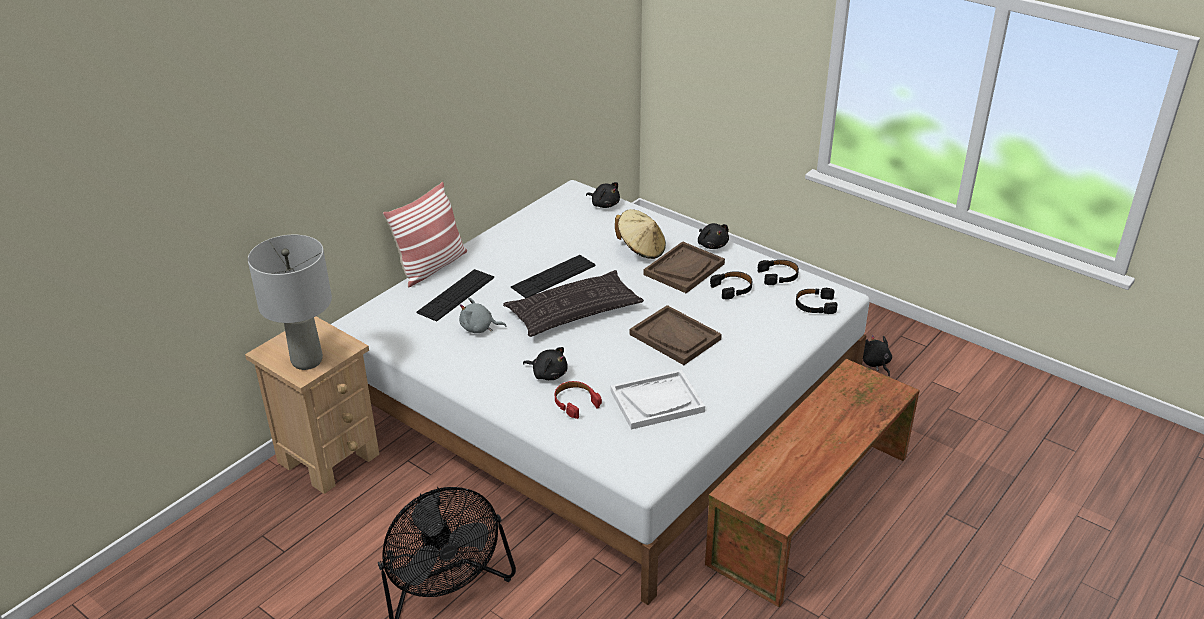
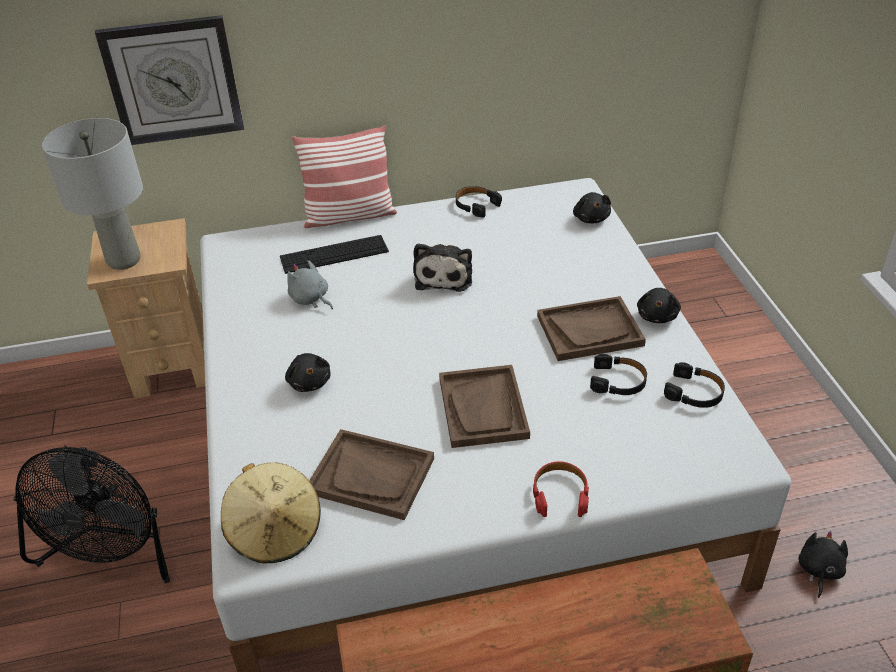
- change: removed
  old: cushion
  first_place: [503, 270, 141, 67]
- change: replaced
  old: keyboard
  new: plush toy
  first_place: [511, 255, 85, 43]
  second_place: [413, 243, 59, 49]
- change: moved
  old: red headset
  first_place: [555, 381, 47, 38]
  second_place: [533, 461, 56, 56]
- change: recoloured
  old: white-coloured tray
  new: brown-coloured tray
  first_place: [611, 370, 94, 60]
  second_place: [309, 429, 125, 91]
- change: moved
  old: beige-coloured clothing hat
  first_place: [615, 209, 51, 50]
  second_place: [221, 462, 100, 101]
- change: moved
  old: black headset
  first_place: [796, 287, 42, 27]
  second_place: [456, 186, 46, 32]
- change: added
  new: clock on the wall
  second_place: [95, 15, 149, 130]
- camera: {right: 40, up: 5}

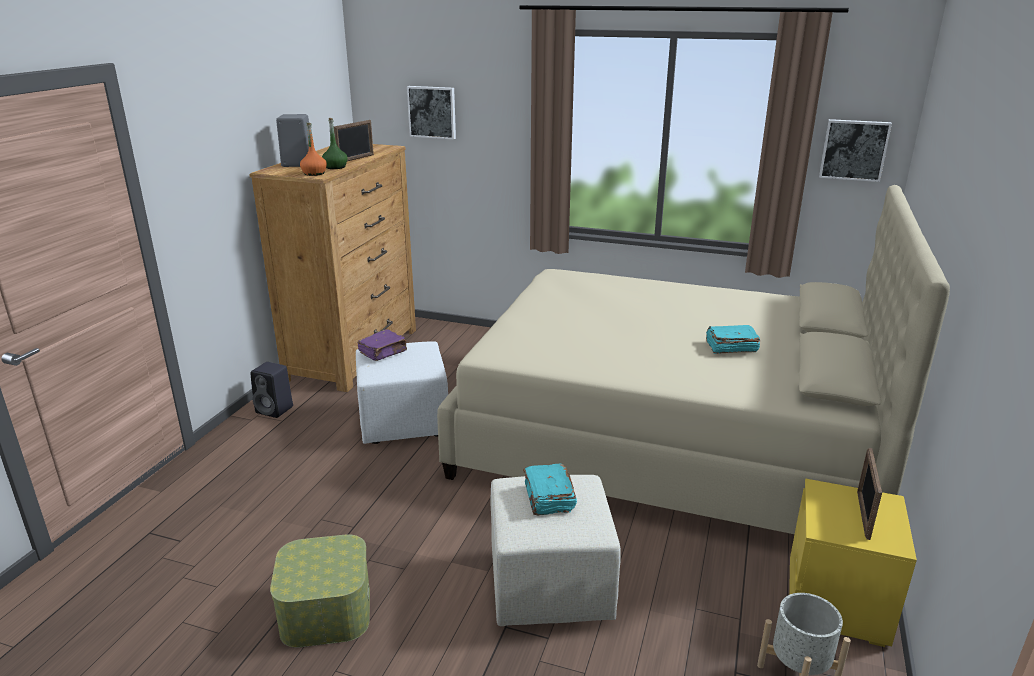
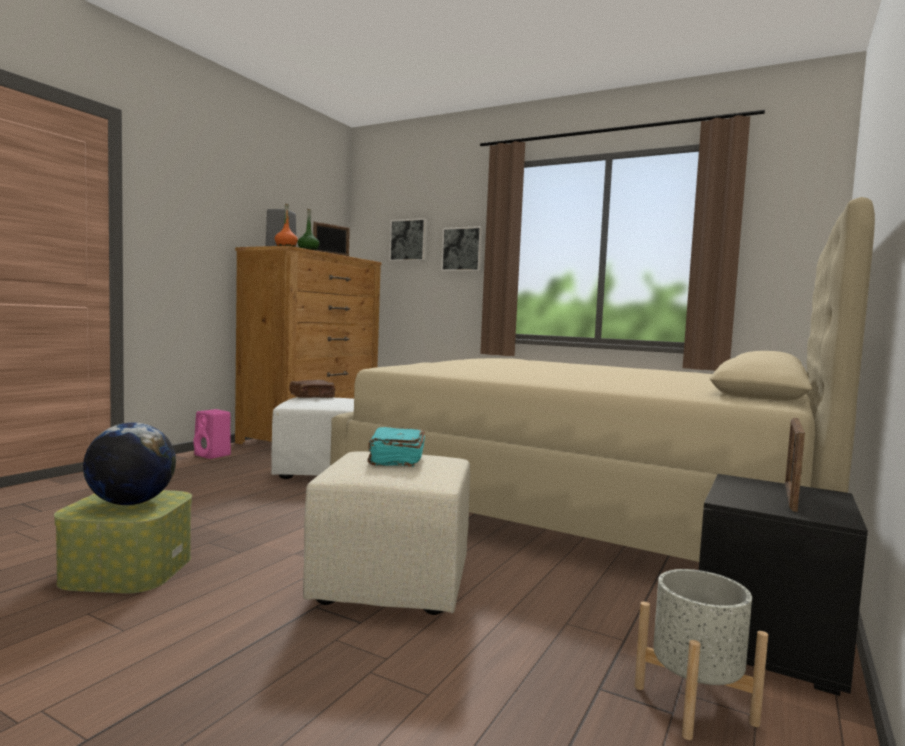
- change: recoloured
  old: black loudspeaker
  new: pinkish loudspeaker
  first_place: [250, 362, 43, 56]
  second_place: [193, 409, 38, 50]
- change: recoloured
  old: purple-coloured bound book
  new: brown-coloured bound book
  first_place: [358, 329, 49, 32]
  second_place: [289, 380, 47, 18]
- change: removed
  old: turquoise-coloured bound book
  first_place: [706, 325, 55, 29]
- change: recoloured
  old: yellow nightstand
  new: black nightstand
  first_place: [789, 479, 128, 168]
  second_place: [699, 474, 169, 222]
- change: moved
  old: picture
  first_place: [819, 119, 73, 63]
  second_place: [441, 226, 42, 45]
- change: added
  new: globe
  second_place: [83, 422, 93, 83]
- camera: {right: 10, up: -20}

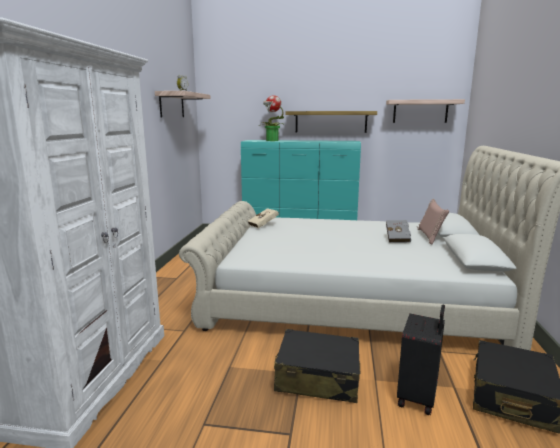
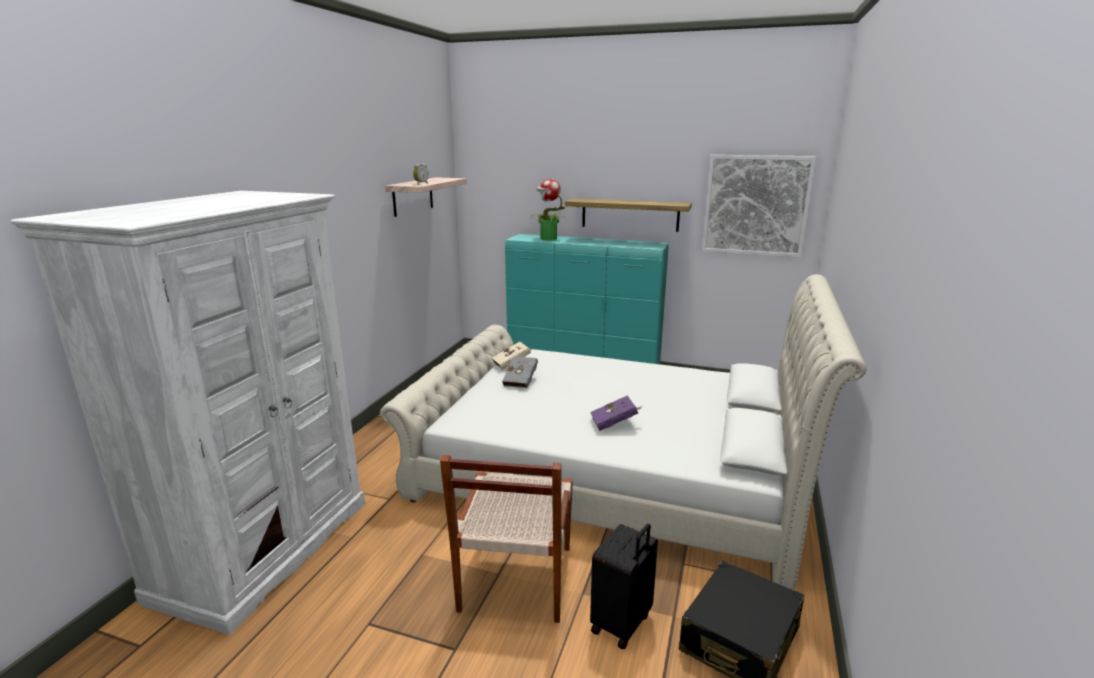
- change: replaced
  old: black piece of luggage
  new: upright chair
  first_place: [274, 329, 86, 74]
  second_place: [440, 455, 133, 168]
- change: replaced
  old: bracket shelf
  new: picture
  first_place: [386, 99, 79, 24]
  second_place: [702, 155, 114, 103]
- change: moved
  old: grey bound book
  first_place: [386, 220, 25, 23]
  second_place: [502, 356, 36, 32]
- change: removed
  old: beige-coloured cushion
  first_place: [417, 199, 32, 46]
- change: added
  new: purple-coloured bound book
  second_place: [590, 395, 53, 36]
- camera: {right: 10, up: 5}

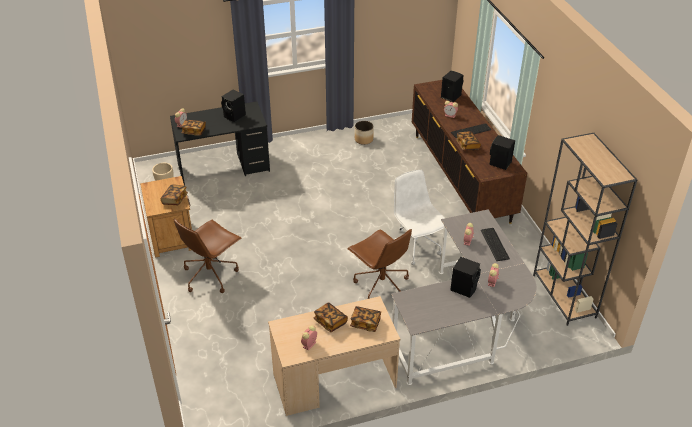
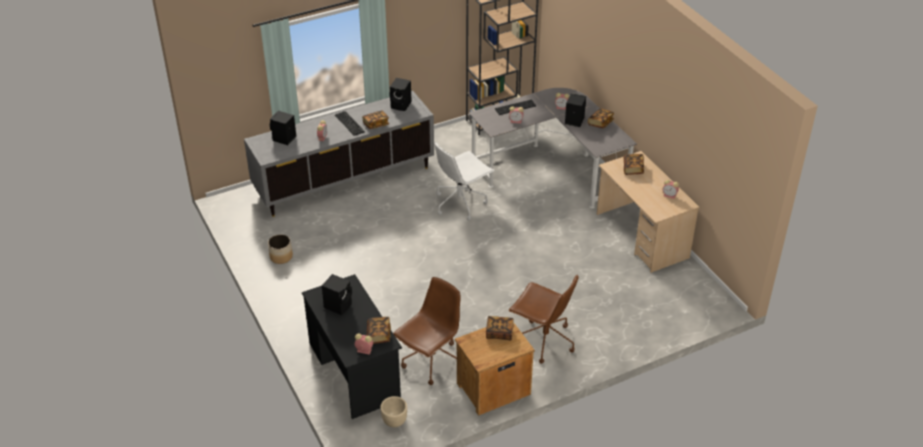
- change: moved
  old: bound book
  first_place: [313, 303, 35, 29]
  second_place: [588, 108, 26, 20]
- change: moved
  old: brown-coloured office chair
  first_place: [347, 229, 65, 70]
  second_place: [393, 277, 67, 108]
- change: recoloured
  old: brown-coloured cabinet
  new: grey cabinet
  first_place: [412, 80, 115, 144]
  second_place: [244, 91, 190, 126]
- camera: {right: -100, up: 0}

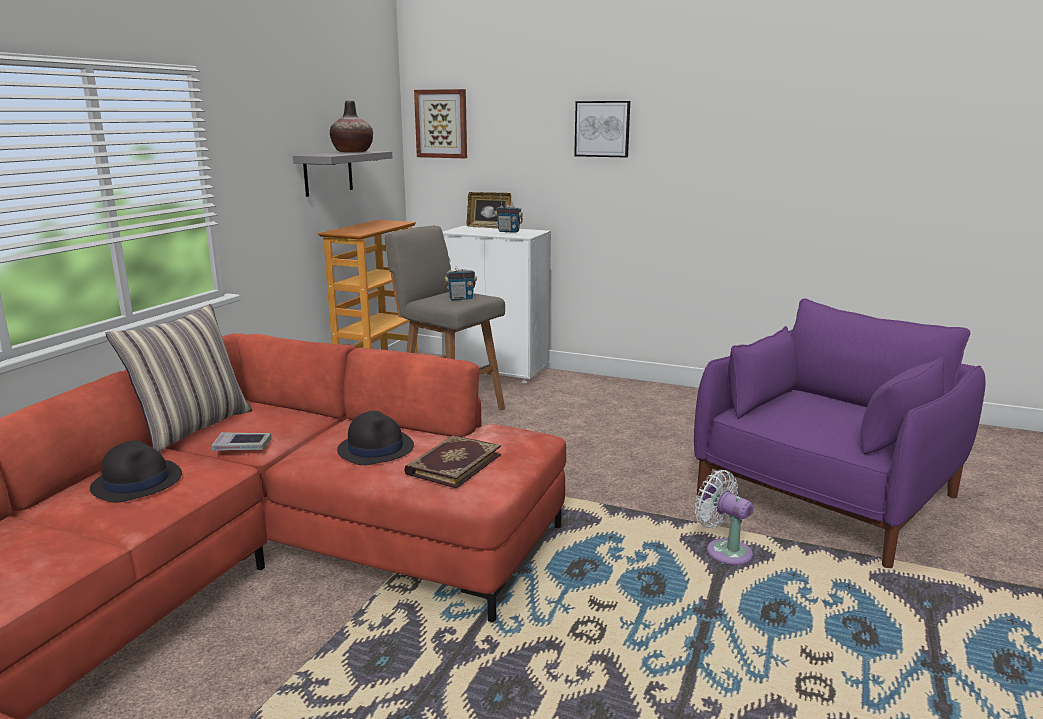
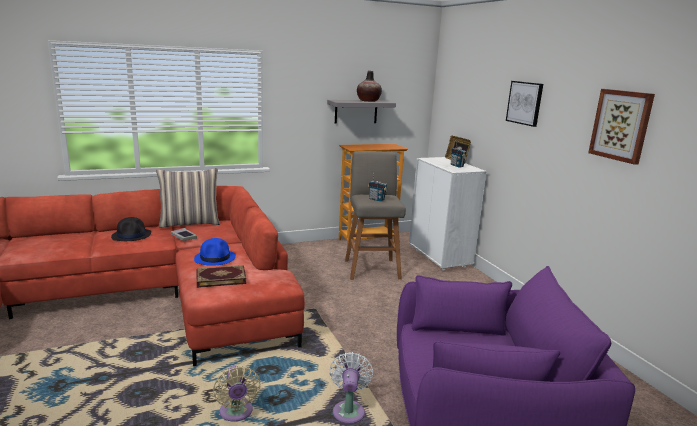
- change: recoloured
  old: black clothing hat
  new: blue-coloured clothing hat
  first_place: [337, 411, 77, 54]
  second_place: [194, 238, 42, 28]
- change: moved
  old: picture
  first_place: [414, 89, 53, 69]
  second_place: [588, 89, 67, 76]
- change: added
  new: beige-coloured electric fan
  second_place: [213, 366, 48, 55]
- camera: {right: 45, up: 0}

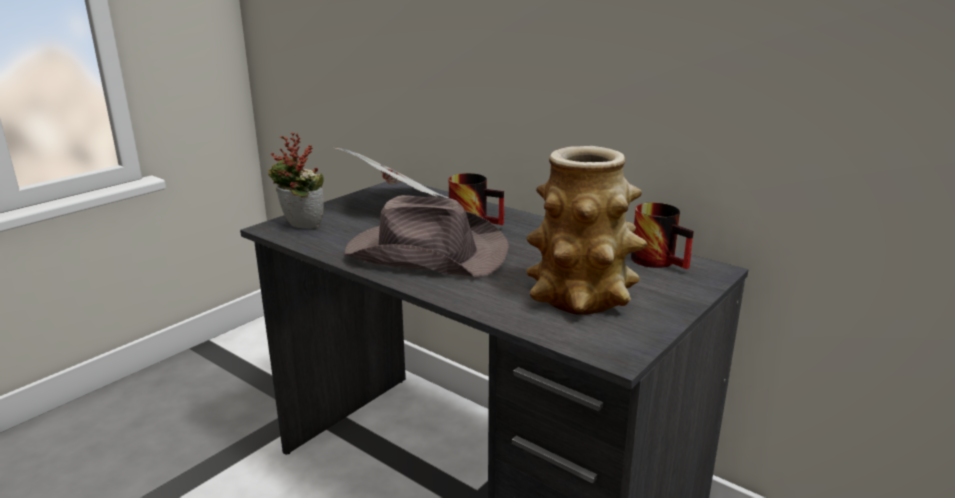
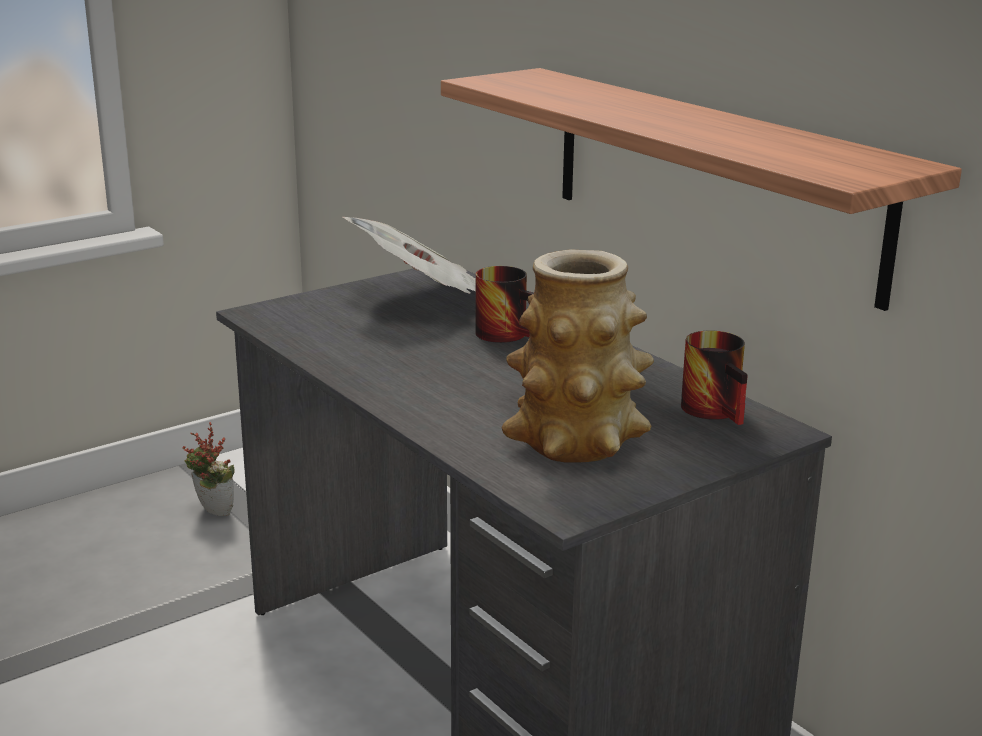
- change: moved
  old: houseplant
  first_place: [269, 133, 55, 96]
  second_place: [182, 422, 52, 94]
- change: removed
  old: brown-coloured clothing hat
  first_place: [345, 195, 164, 82]
- change: added
  new: bracket shelf
  second_place: [441, 68, 521, 243]
- camera: {right: 15, up: 0}

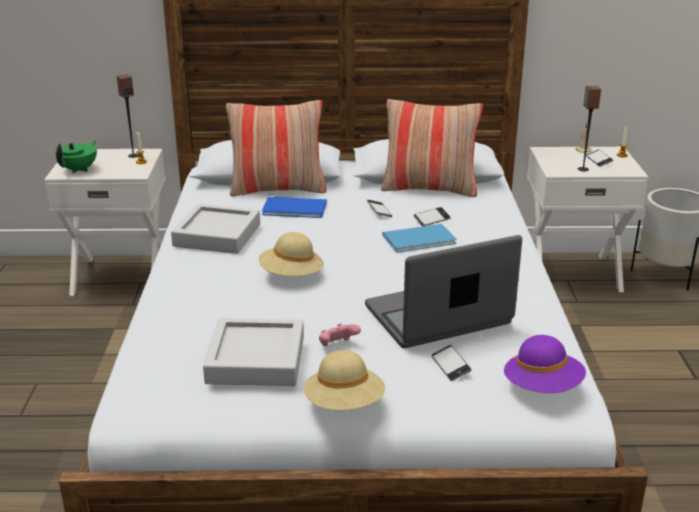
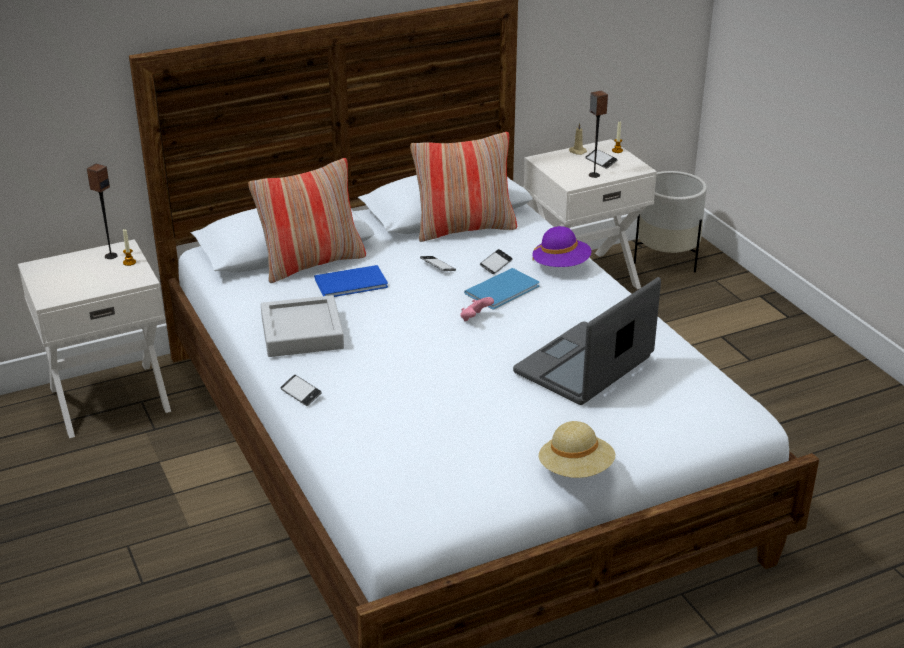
- change: removed
  old: green-coloured pot for tea
  first_place: [55, 140, 42, 33]
- change: removed
  old: grey tray
  first_place: [203, 318, 101, 68]
- change: removed
  old: beige-coloured clothing hat
  first_place: [259, 232, 64, 44]
- change: moved
  old: pinkish gamepad
  first_place: [319, 323, 42, 23]
  second_place: [460, 297, 34, 24]
- change: moved
  old: telephone
  first_place: [431, 345, 40, 36]
  second_place: [280, 375, 42, 31]
- change: moved
  old: purple-coloured clothing hat
  first_place: [504, 335, 82, 58]
  second_place: [532, 226, 60, 41]
- camera: {right: -25, up: 5}

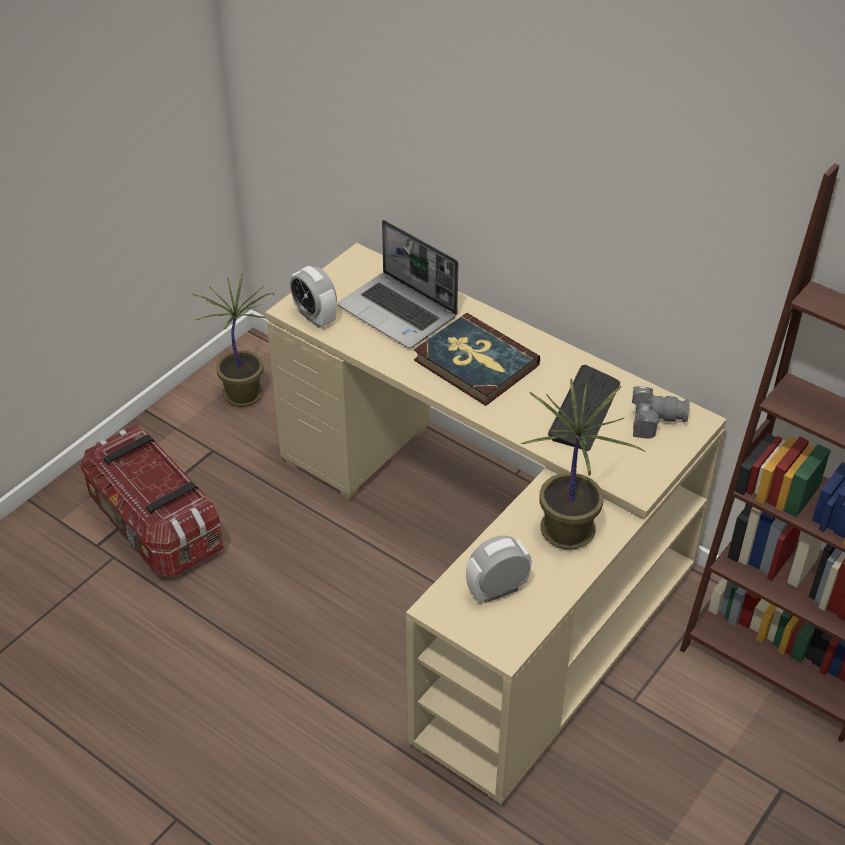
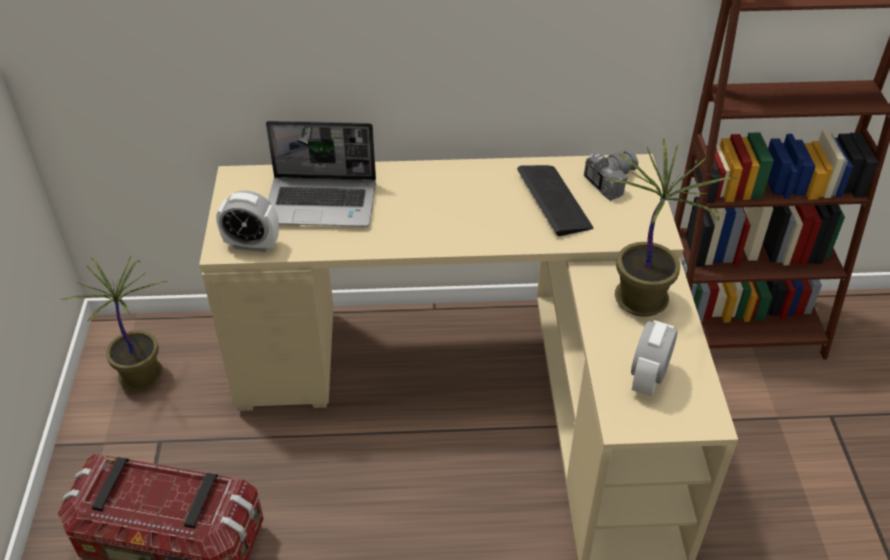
- change: removed
  old: bound book
  first_place: [414, 313, 126, 93]
- camera: {right: -40, up: 0}

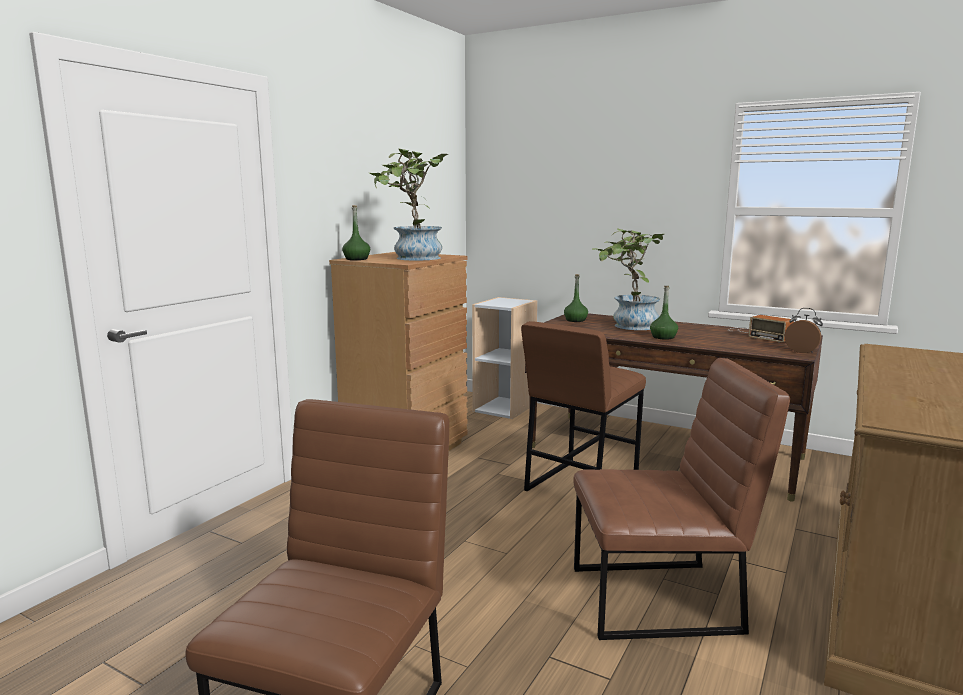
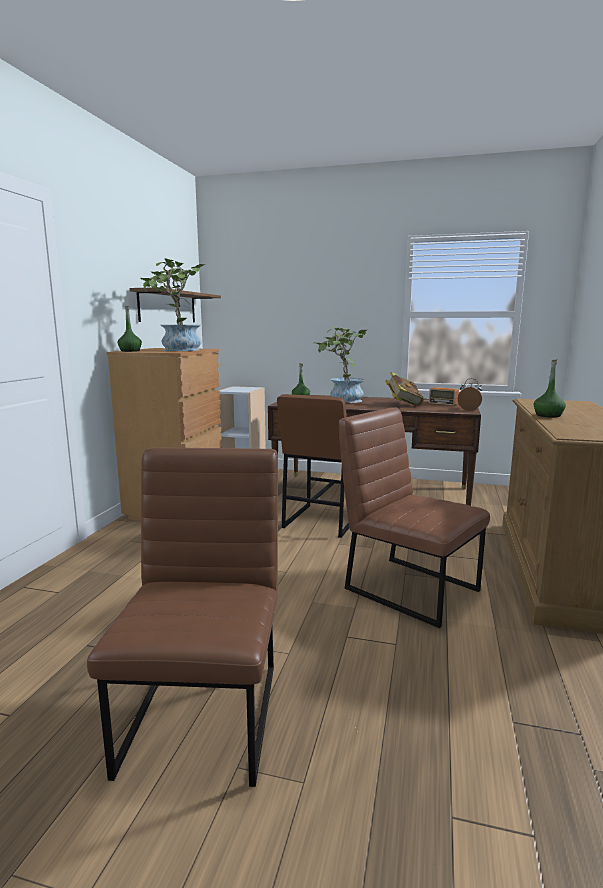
- change: turned
  old: brown-coloured upright chair
  first_place: [573, 358, 217, 282]
  second_place: [339, 407, 151, 221]
  degrees: -120
- change: moved
  old: green-coloured drink bottle
  first_place: [650, 286, 28, 54]
  second_place: [534, 360, 32, 57]
- change: added
  new: bracket shelf
  second_place: [129, 288, 92, 34]
- change: added
  new: bound book
  second_place: [385, 372, 39, 34]
- camera: {right: -15, up: 0}

